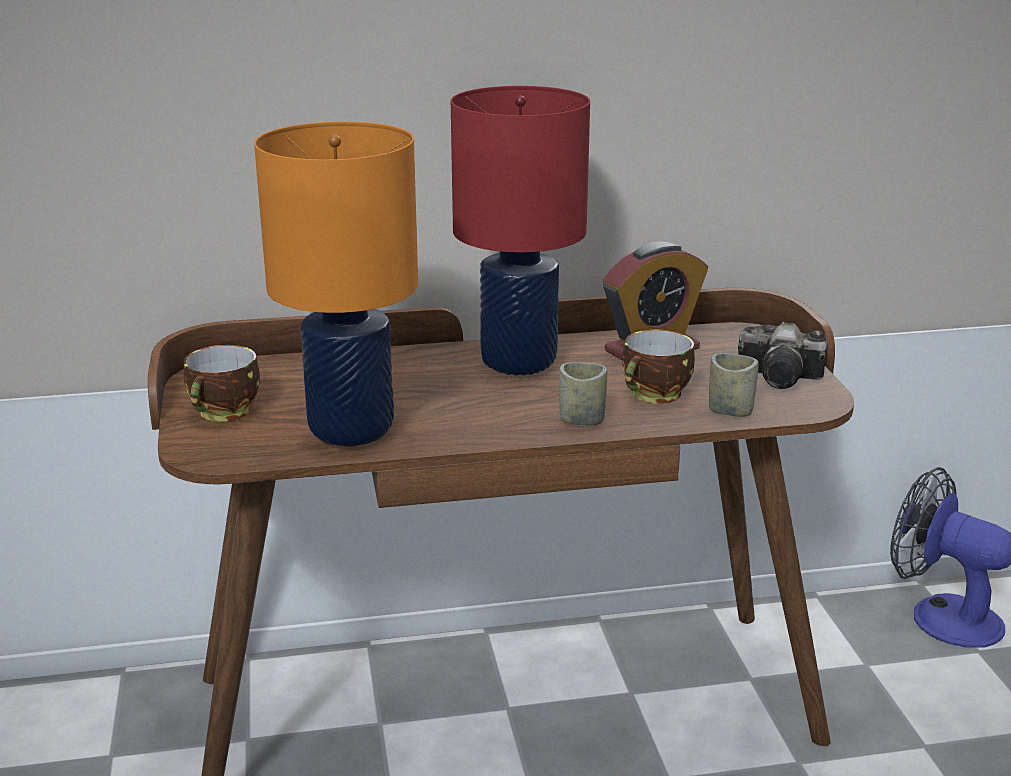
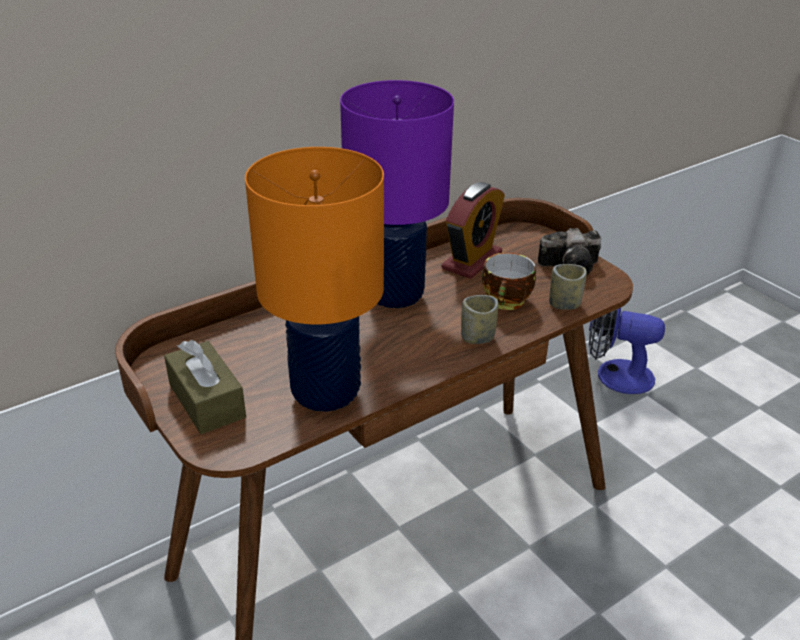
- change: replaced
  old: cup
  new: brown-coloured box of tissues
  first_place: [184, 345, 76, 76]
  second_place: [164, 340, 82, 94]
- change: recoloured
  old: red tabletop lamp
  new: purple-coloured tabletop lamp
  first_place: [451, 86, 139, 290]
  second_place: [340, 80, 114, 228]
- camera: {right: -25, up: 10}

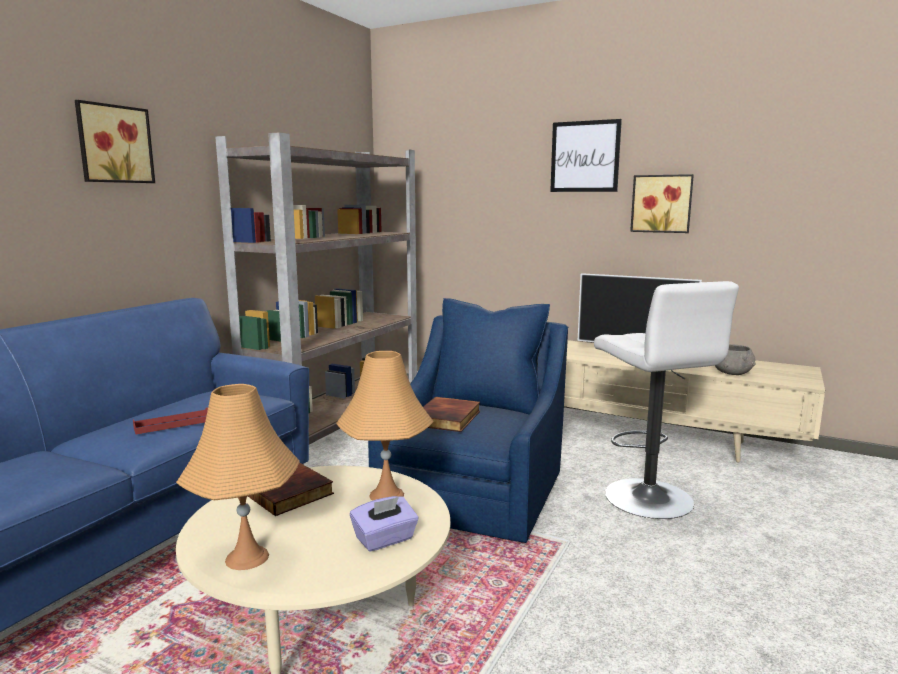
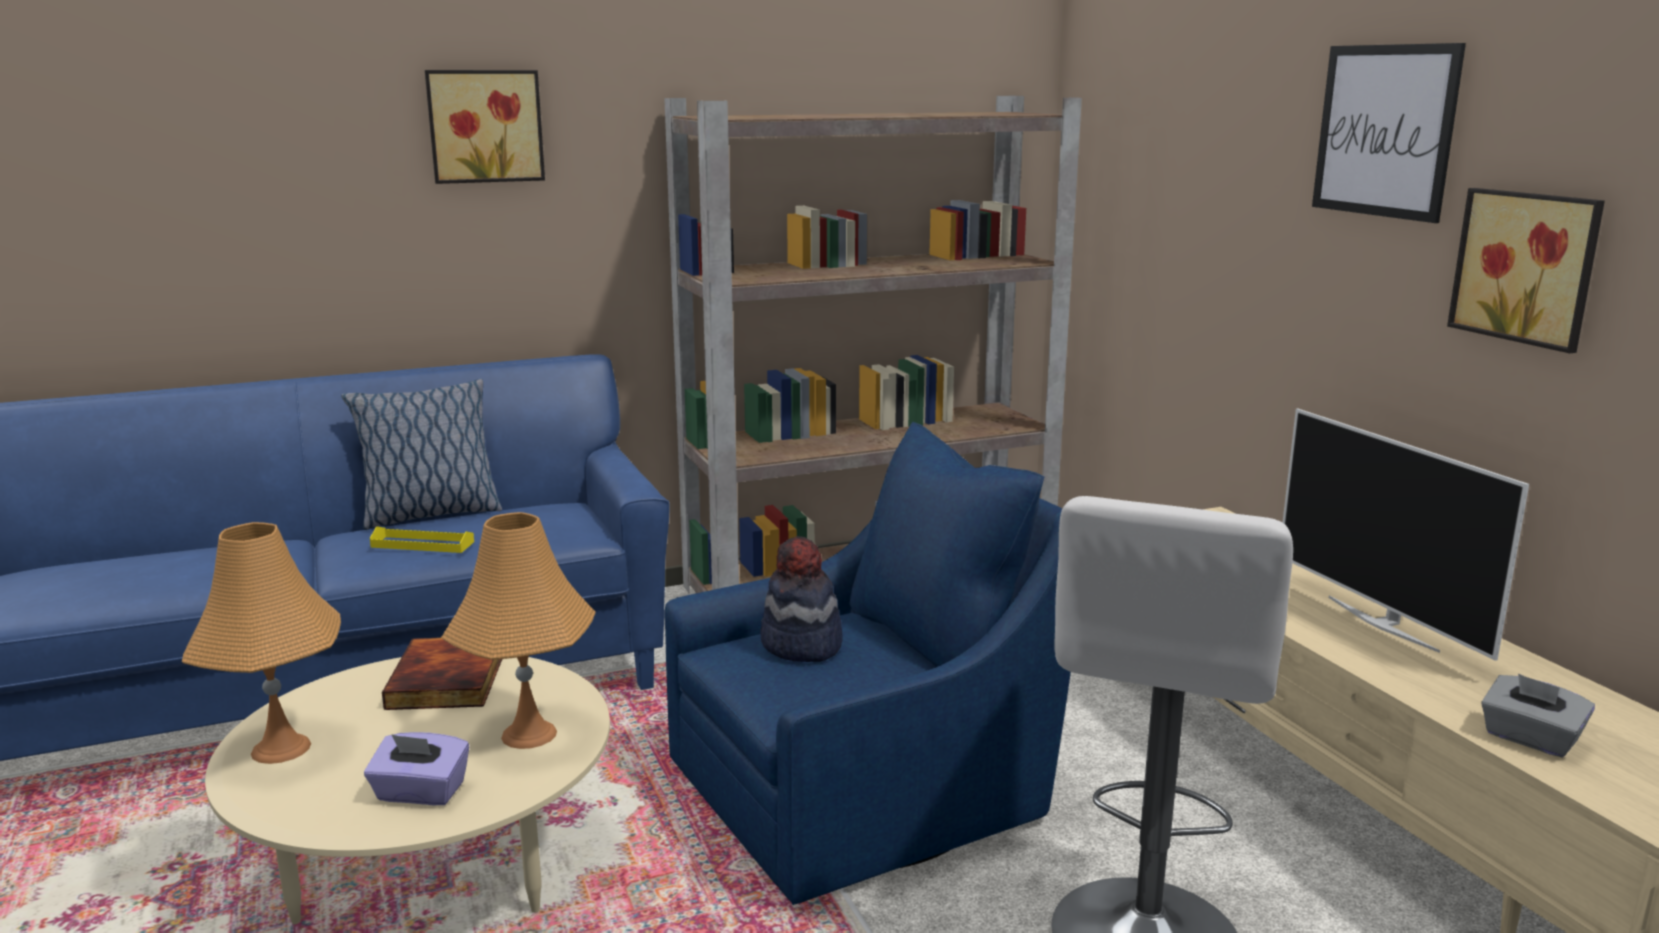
- change: recoloured
  old: red tray
  new: yellow tray
  first_place: [133, 407, 75, 27]
  second_place: [370, 526, 104, 27]
- change: replaced
  old: bound book
  new: clothing hat
  first_place: [423, 397, 57, 35]
  second_place: [760, 536, 83, 126]
- change: replaced
  old: grey bowl
  new: grey box of tissues
  first_place: [715, 344, 40, 31]
  second_place: [1481, 673, 114, 85]
- change: added
  new: cushion
  second_place: [341, 379, 161, 151]
- camera: {right: 40, up: 5}

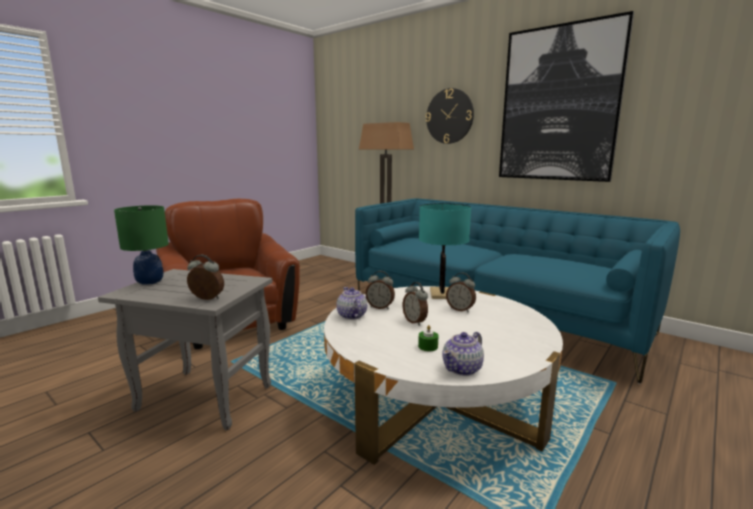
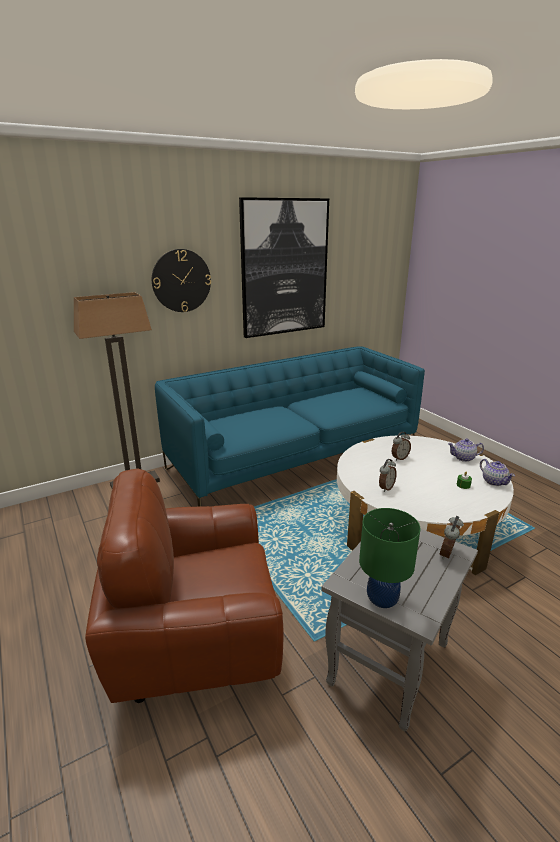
- change: moved
  old: pot for tea
  first_place: [337, 287, 30, 33]
  second_place: [448, 438, 36, 24]
- change: removed
  old: table clock
  first_place: [403, 282, 25, 44]
- change: removed
  old: turquoise-coloured tabletop lamp
  first_place: [419, 203, 52, 96]
- camera: {right: -70, up: 10}

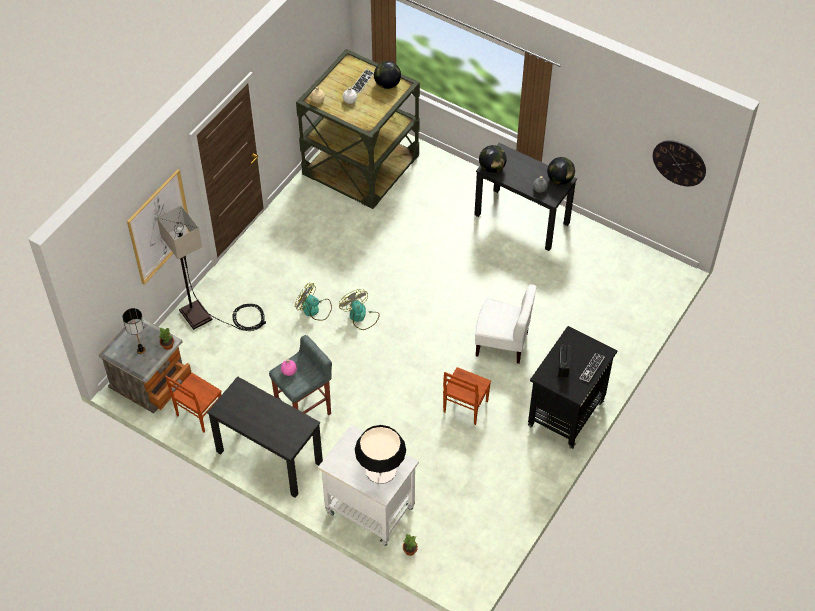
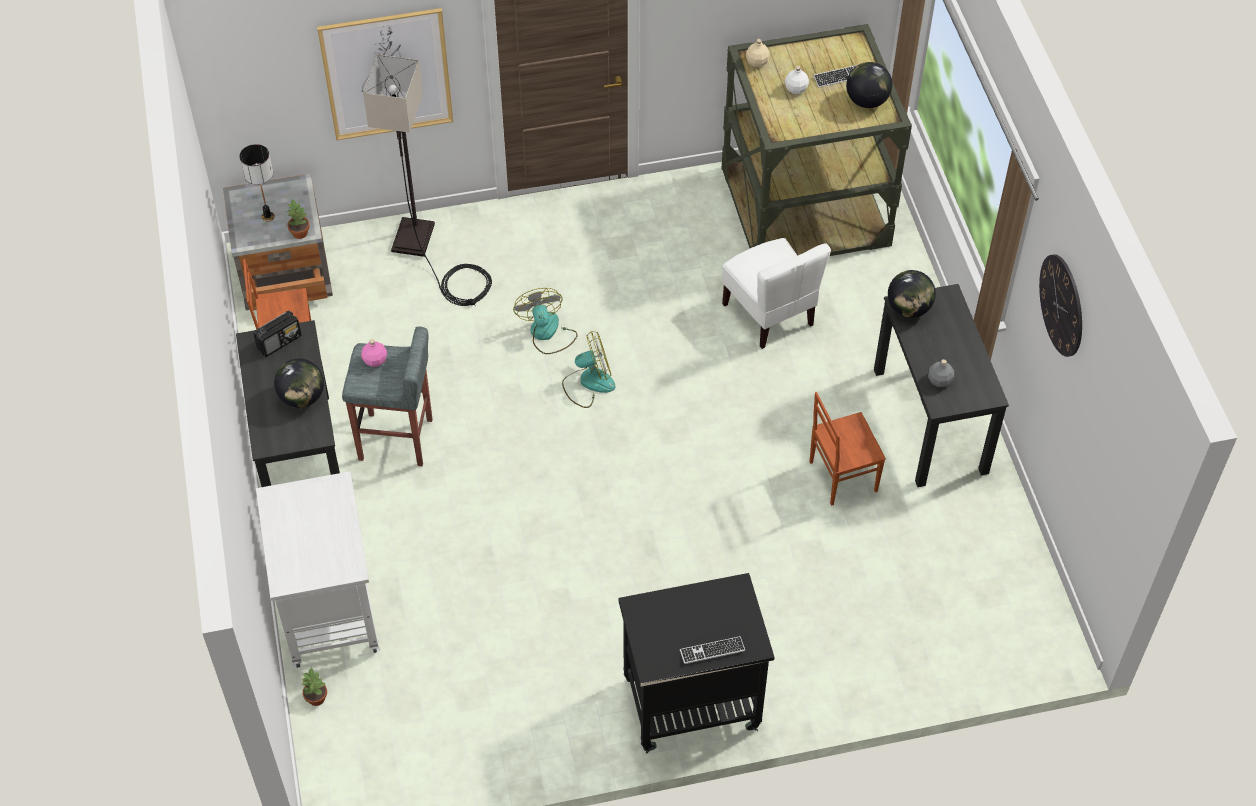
- change: turned
  old: electric fan
  first_place: [339, 289, 41, 41]
  second_place: [562, 331, 54, 77]
  degrees: 60
- change: removed
  old: tabletop lamp
  first_place: [355, 425, 51, 59]
- change: moved
  old: brown-coloured upright chair
  first_place: [443, 367, 48, 58]
  second_place: [809, 392, 77, 114]
- change: moved
  old: white-coloured upright chair
  first_place: [475, 284, 62, 80]
  second_place: [722, 238, 109, 111]
- change: moved
  old: globe
  first_place: [547, 157, 28, 28]
  second_place: [274, 359, 50, 49]
- change: moved
  old: radio set
  first_place: [558, 345, 13, 33]
  second_place: [253, 311, 48, 46]
- change: moved
  old: clock on the wall
  first_place: [653, 140, 53, 46]
  second_place: [1039, 254, 43, 103]
- camera: {right: 45, up: 0}

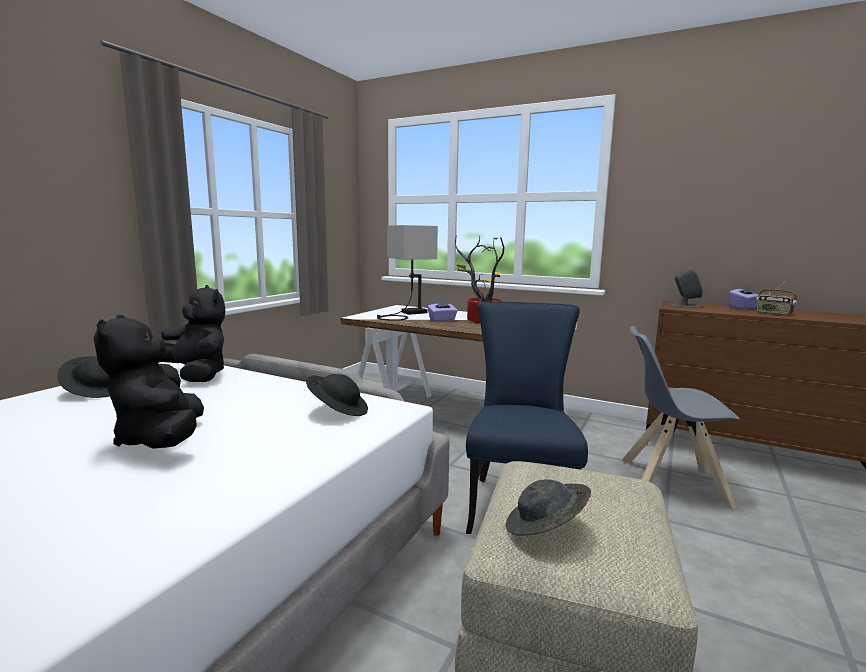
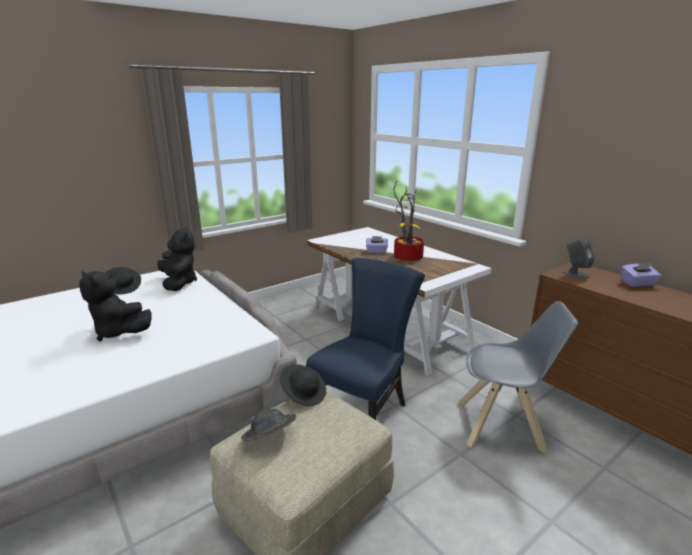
- change: turned
  old: black plush toy
  first_place: [94, 315, 110, 134]
  second_place: [79, 271, 73, 70]
  degrees: -60
- change: moved
  old: black clothing hat
  first_place: [306, 374, 62, 42]
  second_place: [280, 364, 46, 42]
- change: removed
  old: tabletop lamp
  first_place: [377, 225, 61, 96]
- change: turned
  old: grey upright chair
  first_place: [622, 326, 118, 183]
  second_place: [459, 301, 119, 153]
  degrees: 150
- change: removed
  old: radio set
  first_place: [756, 280, 41, 36]
- camera: {right: 25, up: 10}

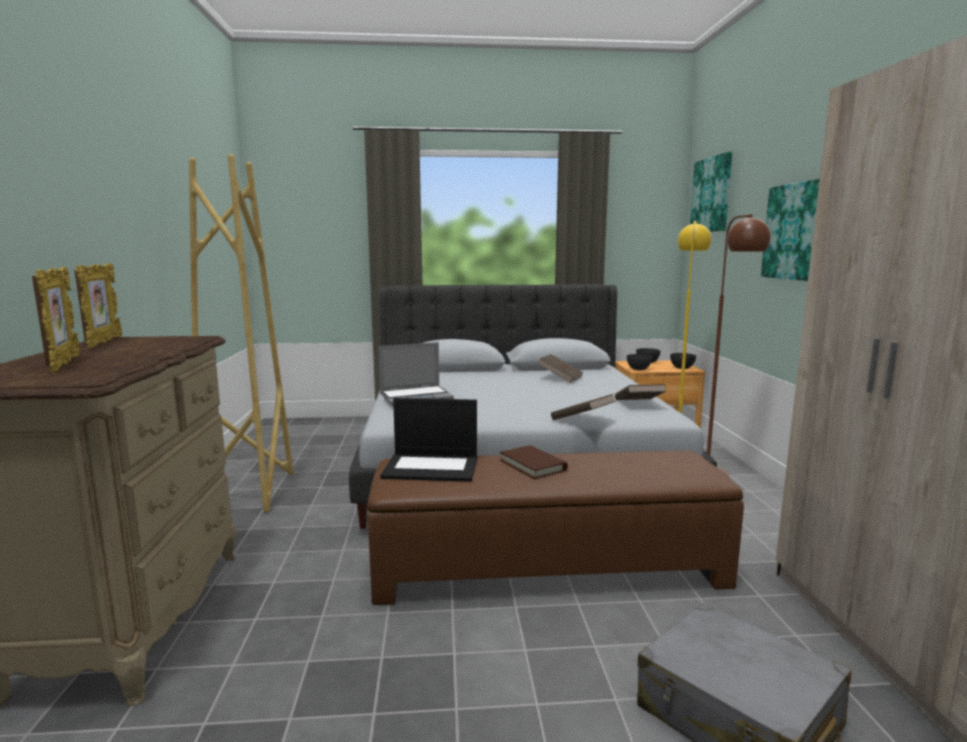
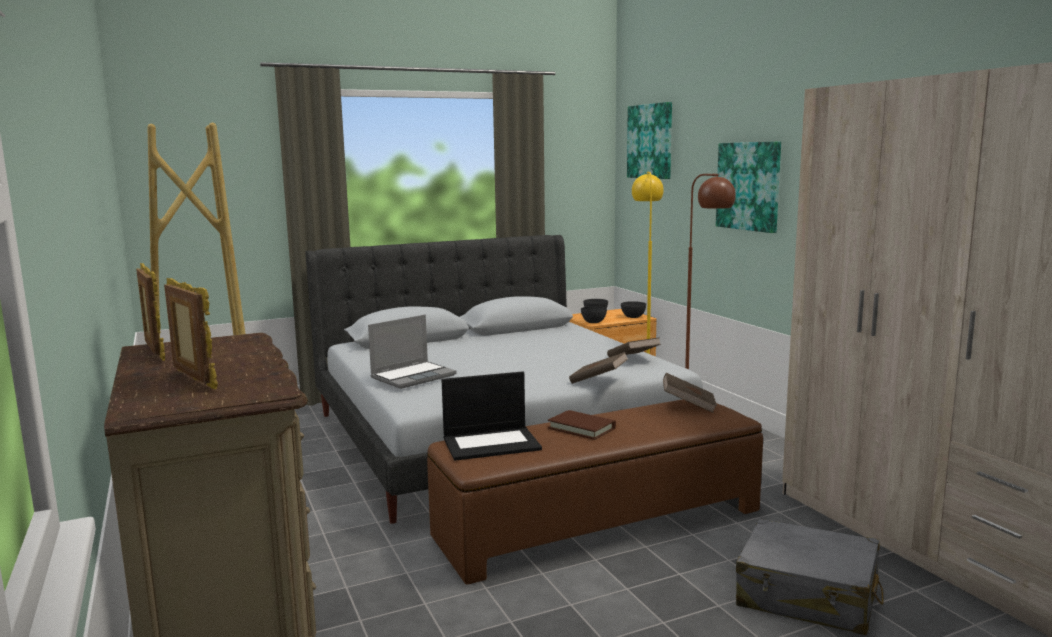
- change: moved
  old: brown-coloured bound book
  first_place: [537, 354, 46, 29]
  second_place: [663, 373, 54, 40]
- camera: {right: -20, up: 0}

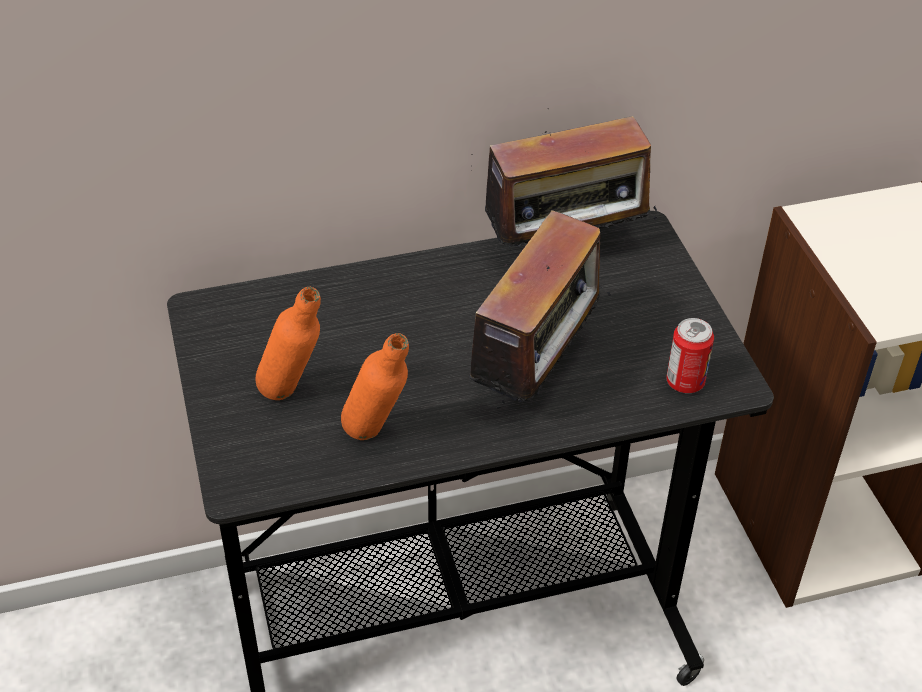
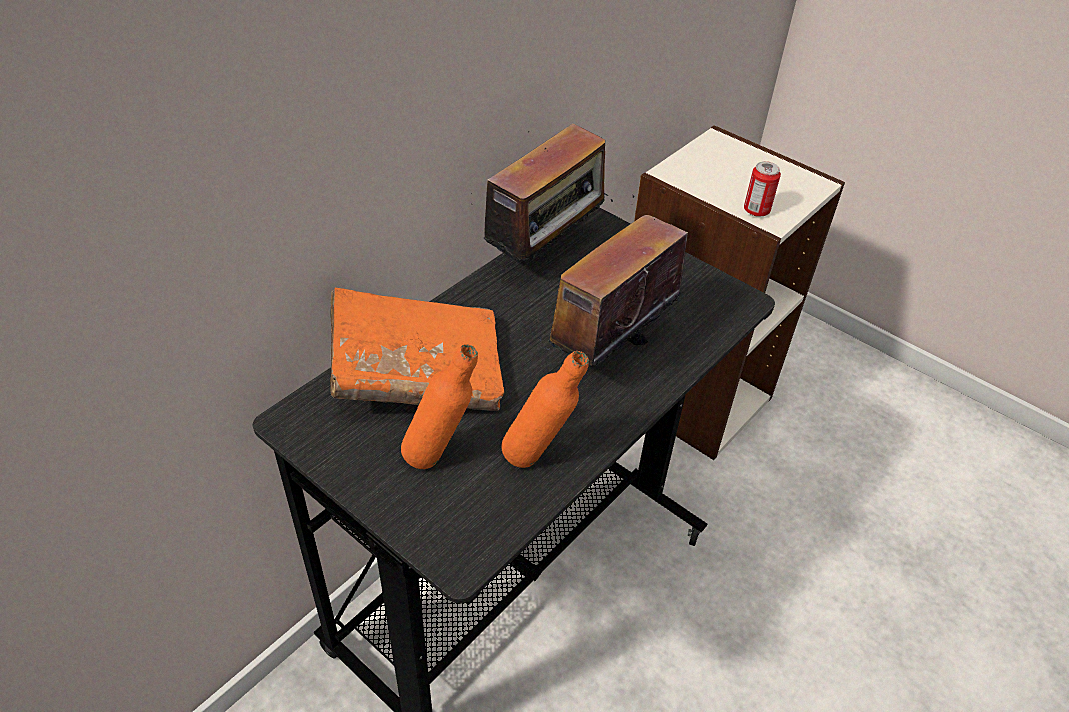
- change: turned
  old: radio set
  first_place: [457, 210, 154, 204]
  second_place: [540, 194, 159, 172]
  degrees: -135
- change: moved
  old: metal can
  first_place: [666, 318, 48, 75]
  second_place: [744, 161, 37, 56]
- change: added
  new: orange bound book
  second_place: [330, 288, 174, 123]
- camera: {right: -35, up: 0}

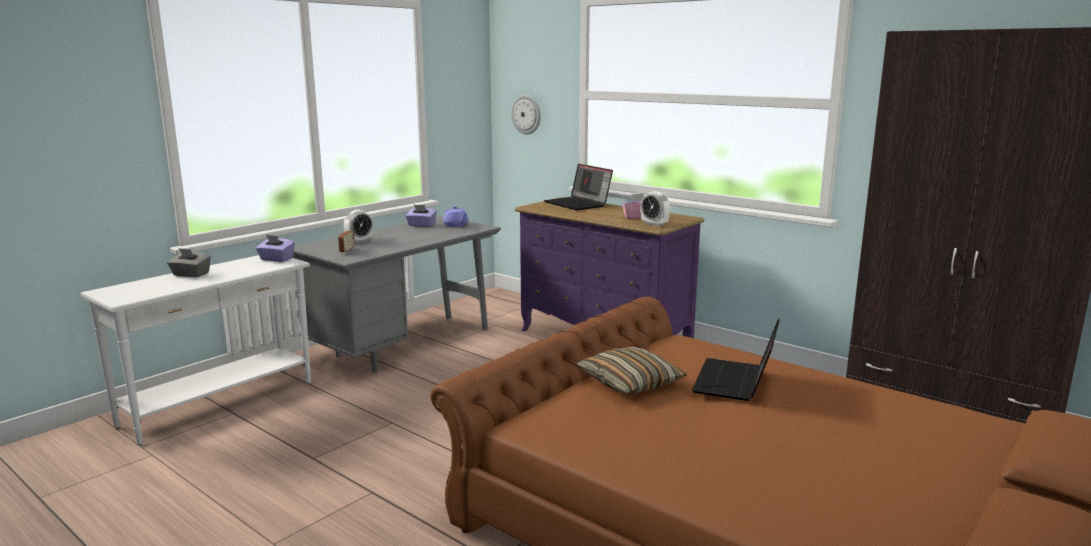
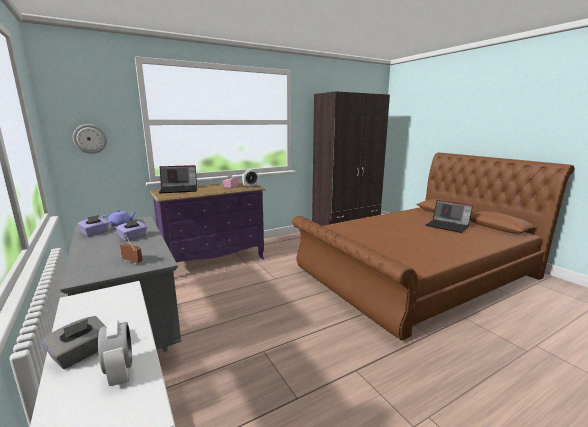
- change: moved
  old: purple-coloured box of tissues
  first_place: [256, 235, 39, 27]
  second_place: [116, 219, 31, 22]
- change: moved
  old: table clock
  first_place: [344, 210, 30, 33]
  second_place: [98, 320, 34, 66]
- change: removed
  old: cushion
  first_place: [577, 347, 110, 47]
- change: moved
  old: notebook computer
  first_place: [692, 319, 88, 82]
  second_place: [426, 200, 47, 33]
- camera: {right: -70, up: 0}

